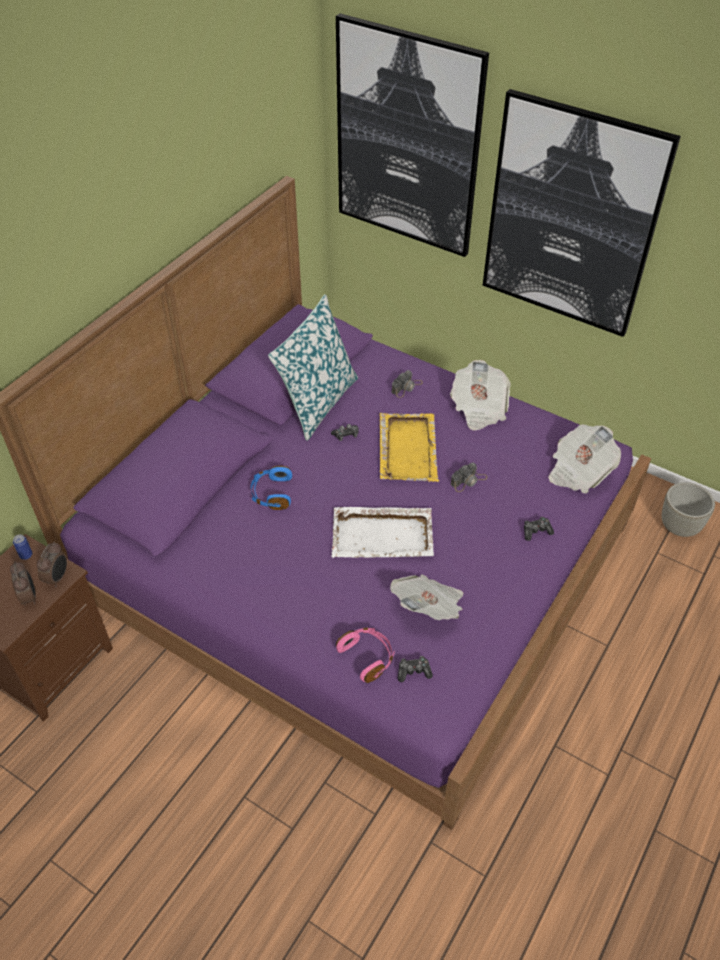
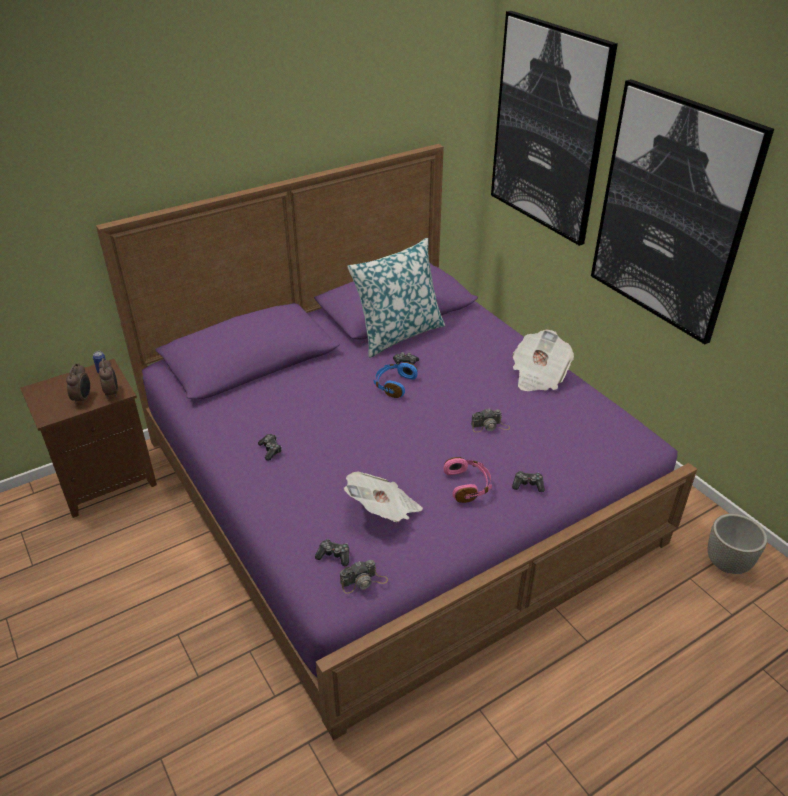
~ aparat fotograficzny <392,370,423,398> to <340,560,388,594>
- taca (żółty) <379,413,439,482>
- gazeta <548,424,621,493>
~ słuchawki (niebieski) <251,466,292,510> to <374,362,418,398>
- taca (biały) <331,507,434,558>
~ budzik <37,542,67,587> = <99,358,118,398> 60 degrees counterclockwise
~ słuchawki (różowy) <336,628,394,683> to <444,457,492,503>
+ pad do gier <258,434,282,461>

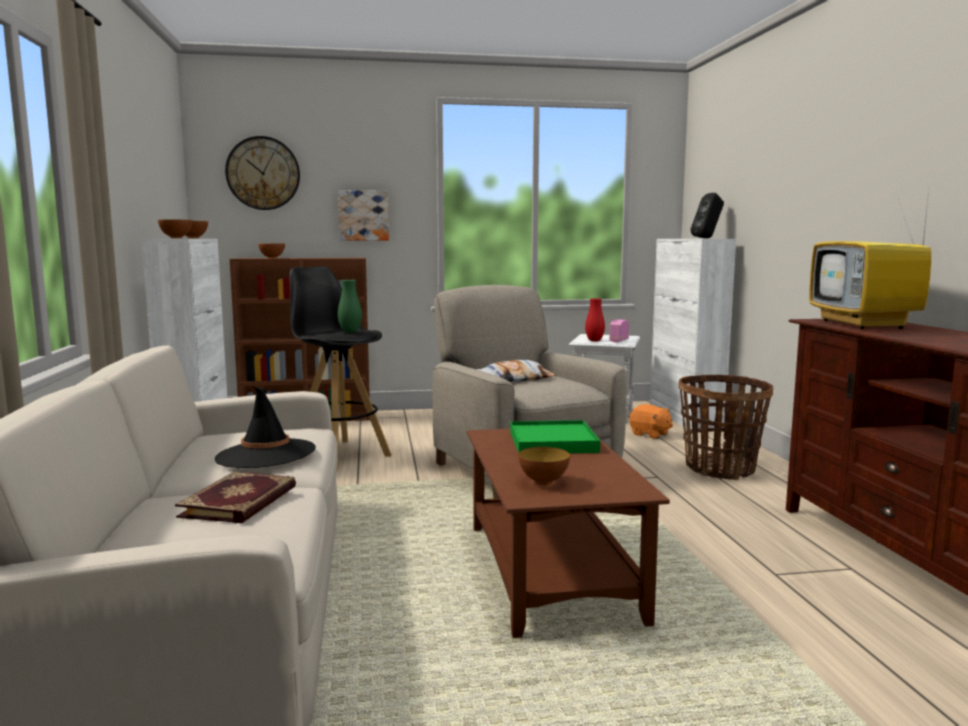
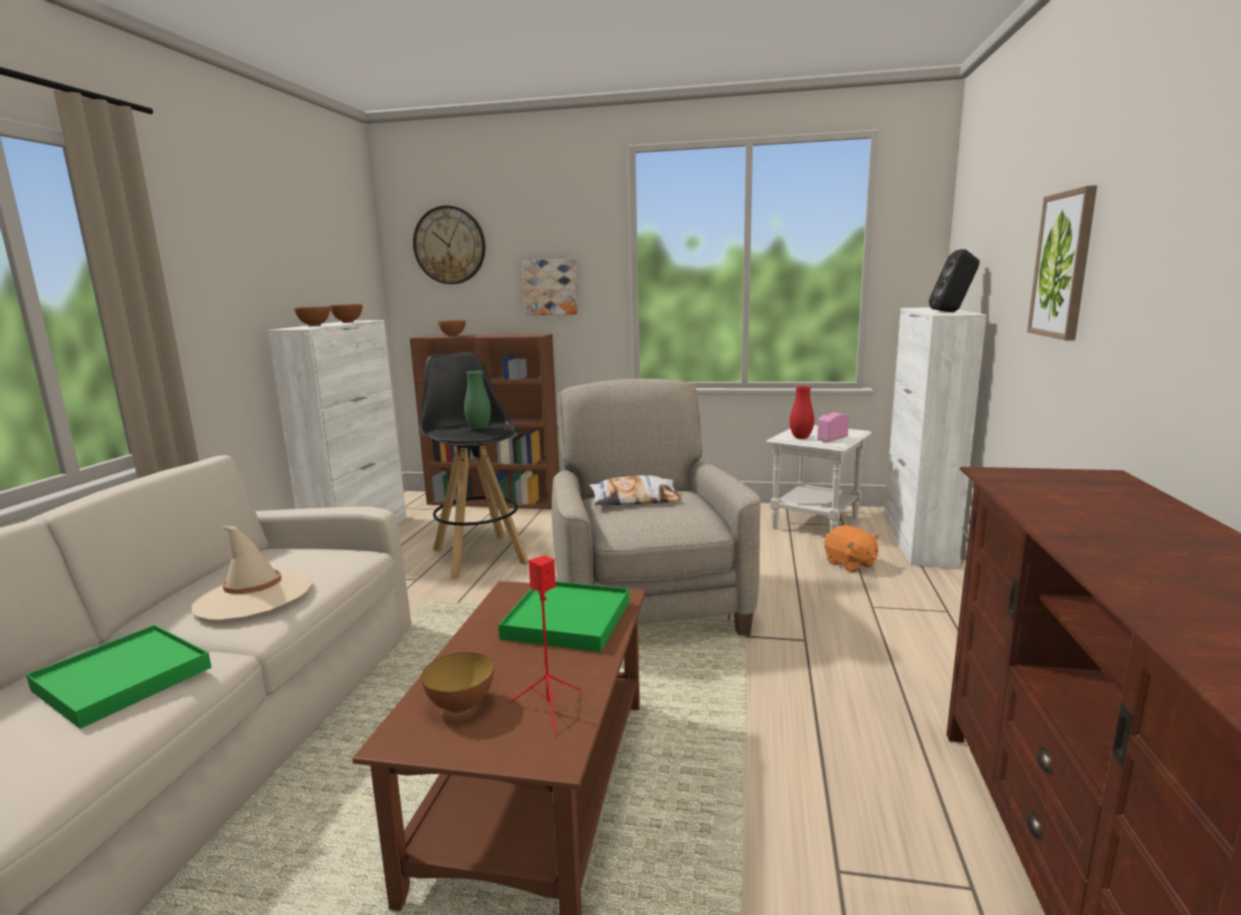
- telewizor <810,181,931,329>
- koszyk <679,375,773,480>
~ kapelusz (czarny) <215,387,316,468> to kapelusz (beżowy) <192,526,313,620>
~ książka <175,471,296,524> to taca (zielony) <26,625,212,729>
+ obraz <1027,185,1097,340>
+ głośnik (czerwony) <509,555,583,737>

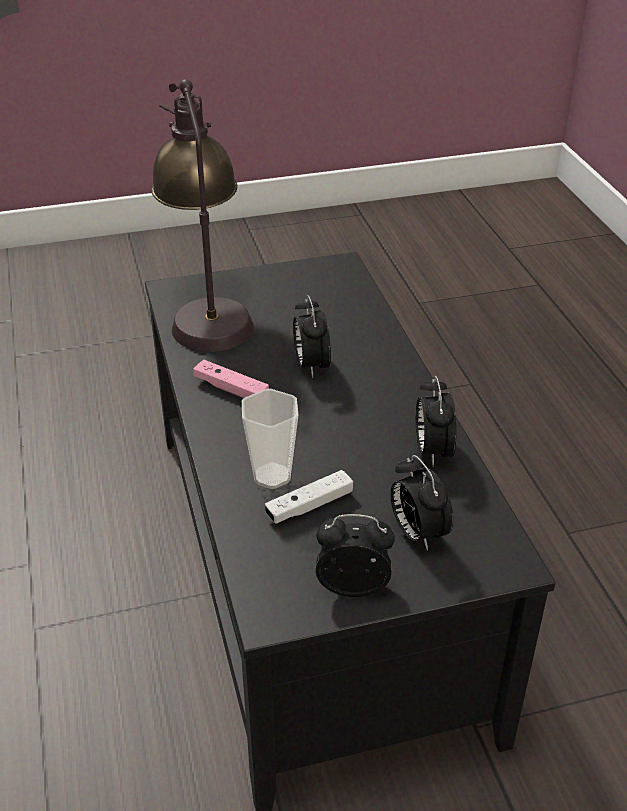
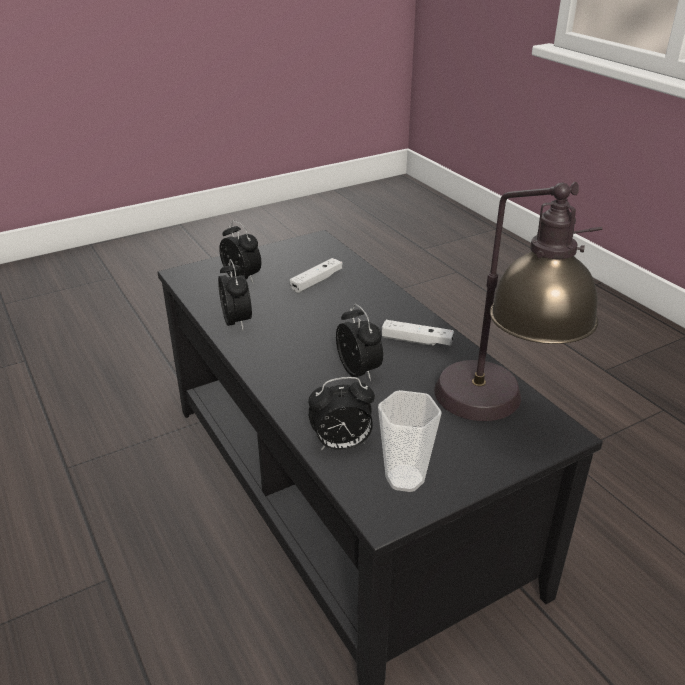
~ pad do gier (różowy) <193,360,269,398> to pad do gier (biały) <382,320,454,346>
~ filiżanka <242,389,299,489> to <378,390,442,492>
~ budzik <316,514,395,597> to <308,377,375,450>

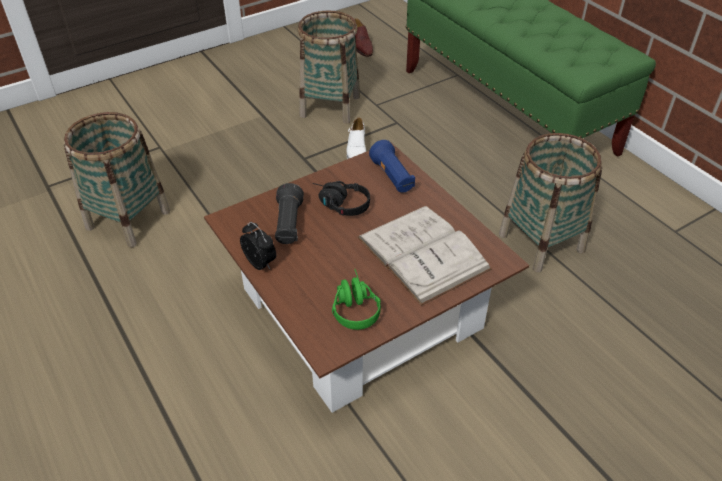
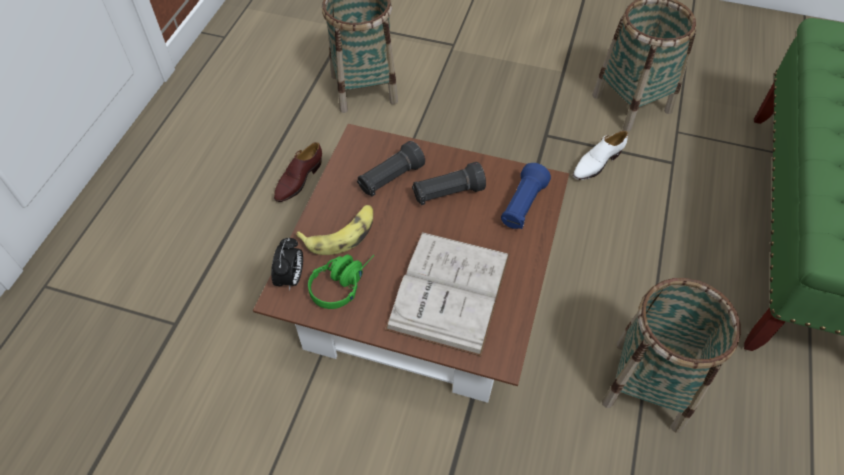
~ but (brązowy) <354,18,373,57> to <274,142,322,202>
~ słuchawki (czarny) <312,181,370,216> to latarka (czarny) <412,162,486,205>
~ budzik <240,222,276,270> to <271,238,303,291>
+ banan <296,205,373,255>

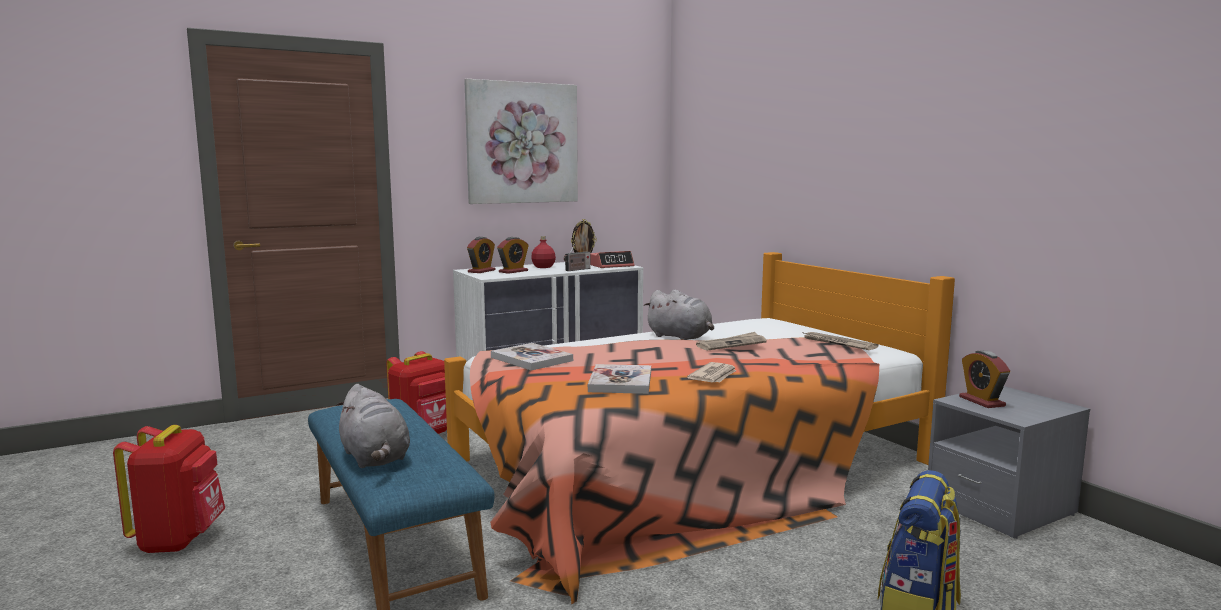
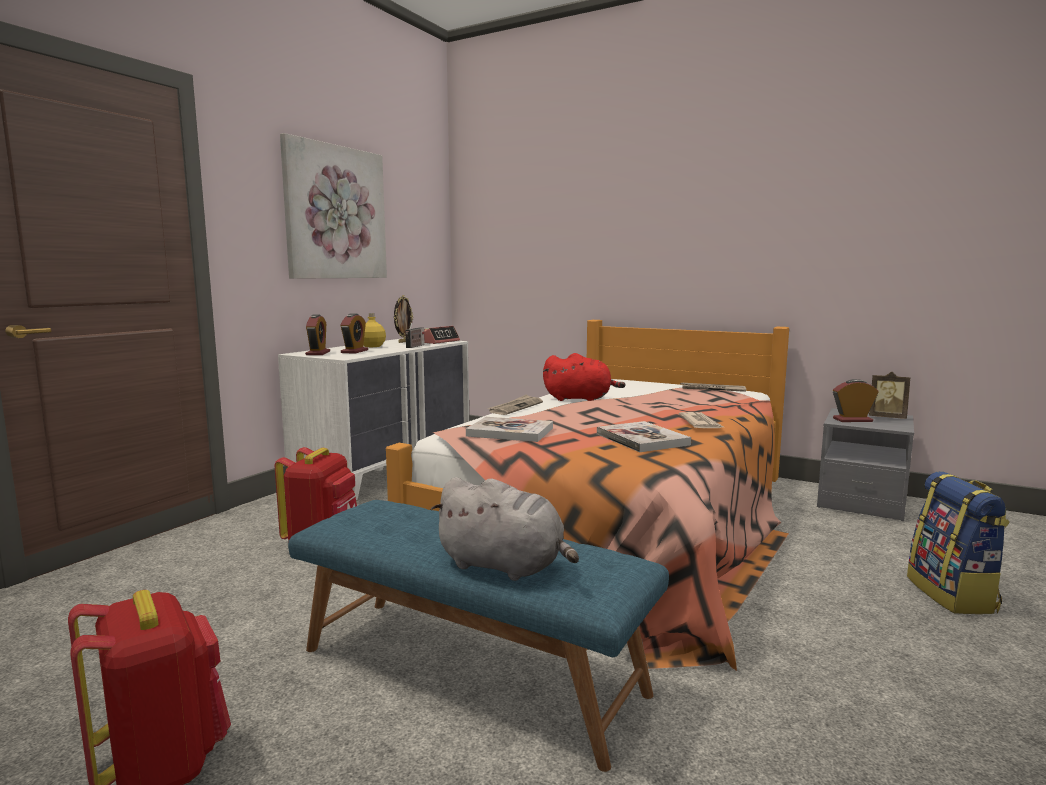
~ butelka (czerwony) <531,236,556,268> to butelka (żółty) <363,313,386,347>
~ pluszak (szary) <644,290,714,340> to pluszak (czerwony) <543,353,625,401>
~ gazeta <696,332,767,351> to <487,394,543,415>
~ budzik <959,350,1010,408> = <833,379,878,422> 135 degrees clockwise
+ ramka na zdjęcie <869,372,911,419>

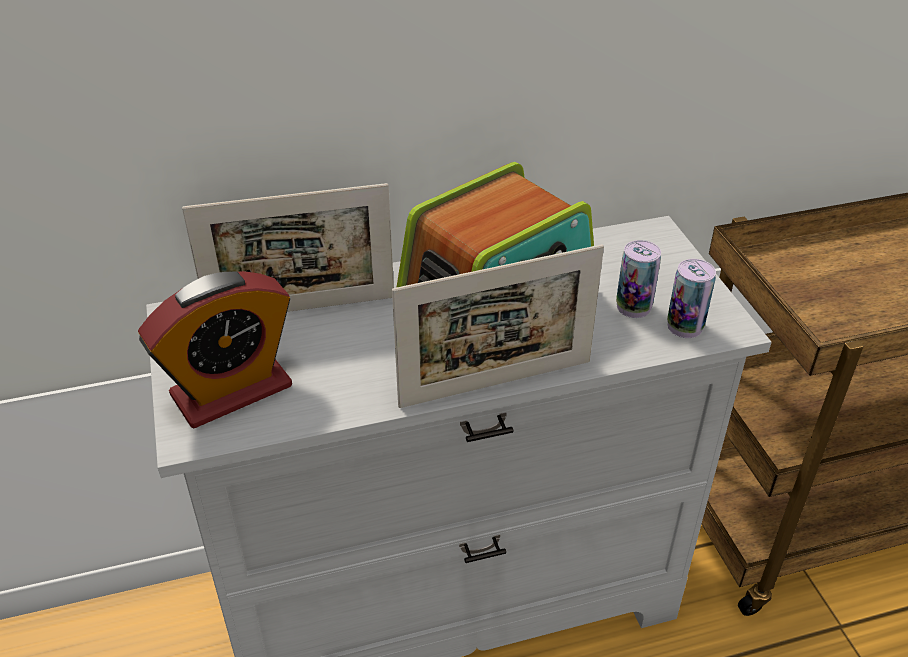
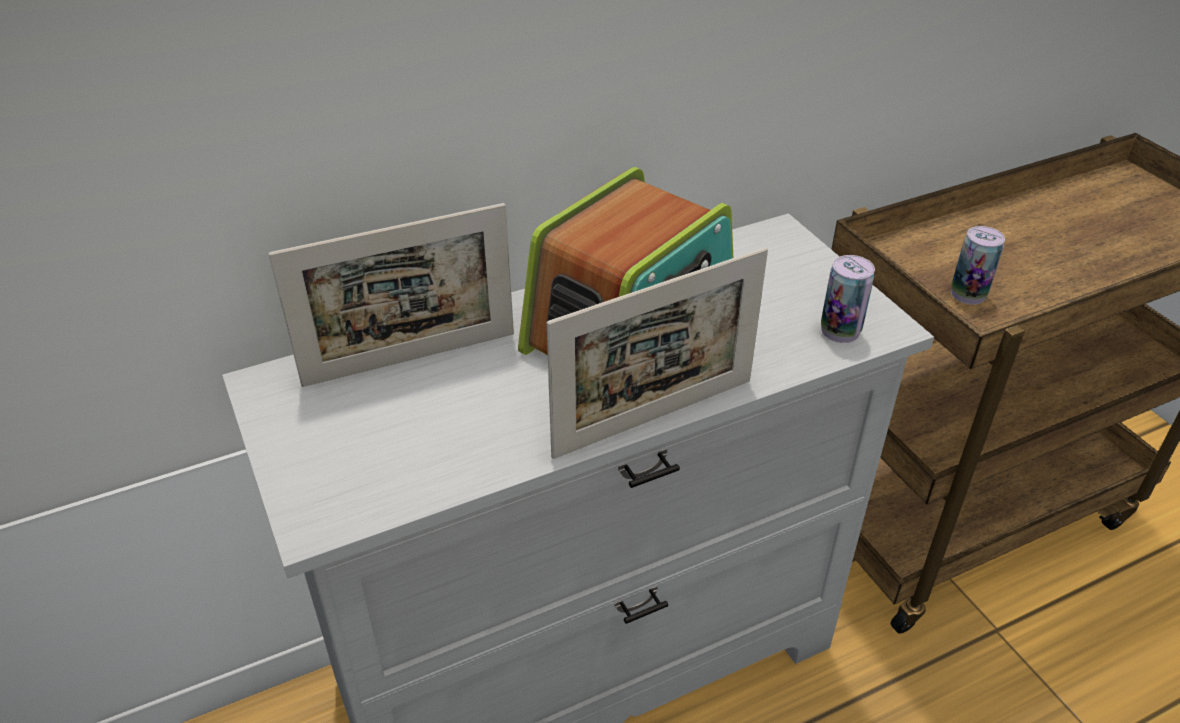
~ puszka <616,240,661,318> to <951,226,1005,305>
- budzik <138,271,292,428>

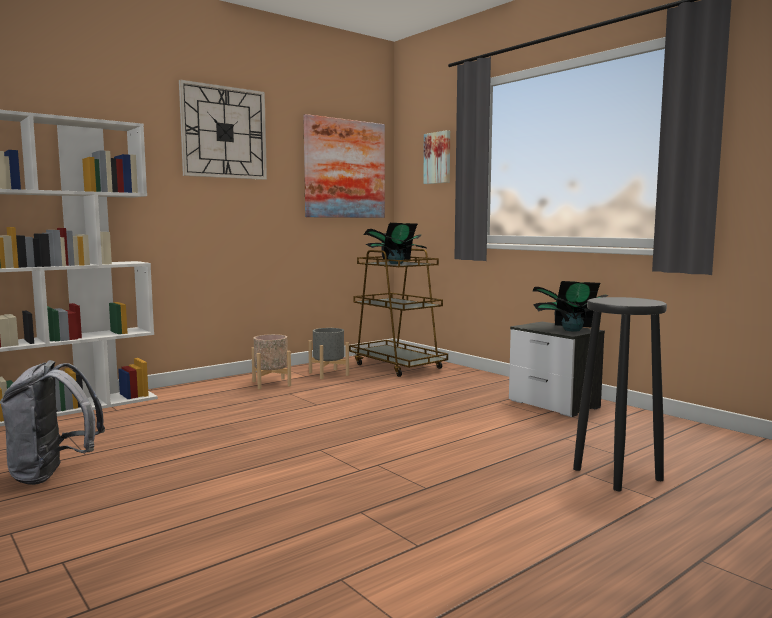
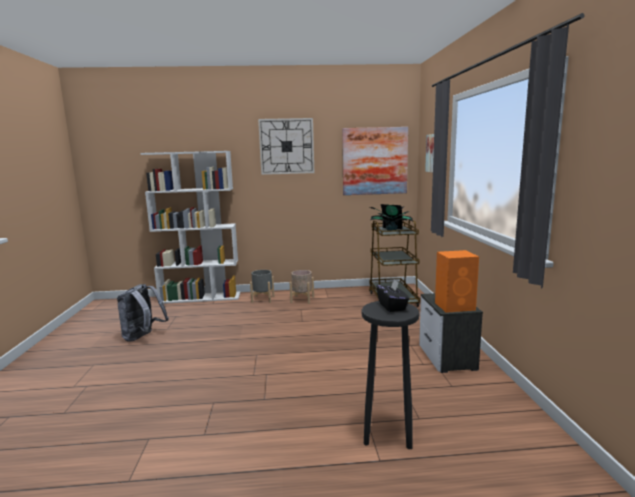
~ roślina doniczkowa <532,281,608,331> to głośnik (pomarańczowy) <435,250,479,313>
~ donica (szary) <308,328,349,379> to <250,270,274,303>
+ pudełko chusteczek (czarny) <377,280,409,312>

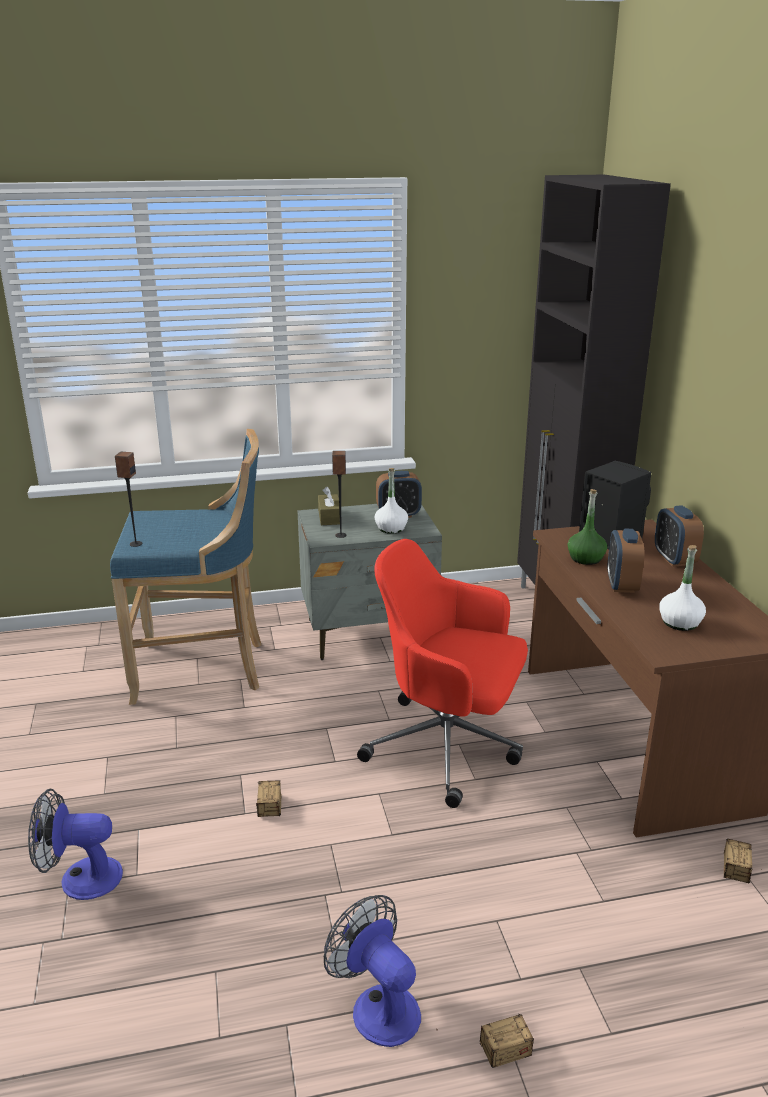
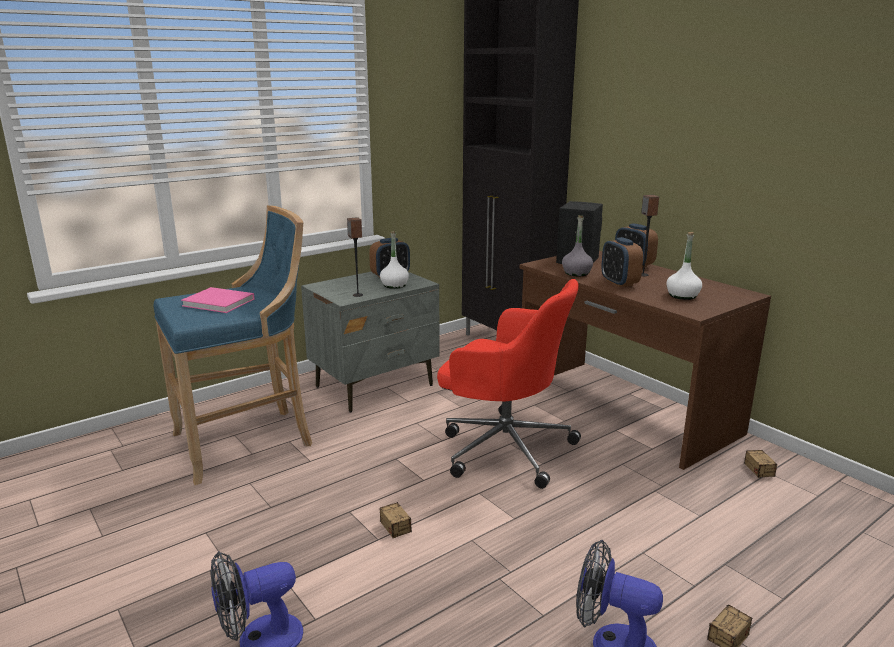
~ głośnik <115,452,142,547> to <641,195,659,276>
- pudełko chusteczek (brązowy) <318,487,342,525>
~ butelka (zielony) <567,489,607,565> to butelka (szary) <562,215,593,276>
~ krzesło biurowe (czerwony) <357,539,528,808> = <437,279,581,489> 150 degrees counterclockwise
+ książka (różowy) <181,287,255,313>

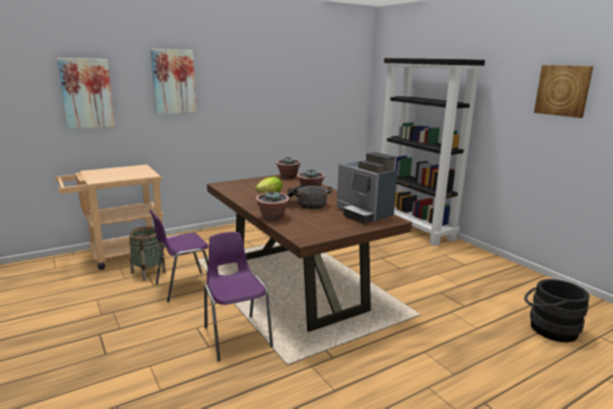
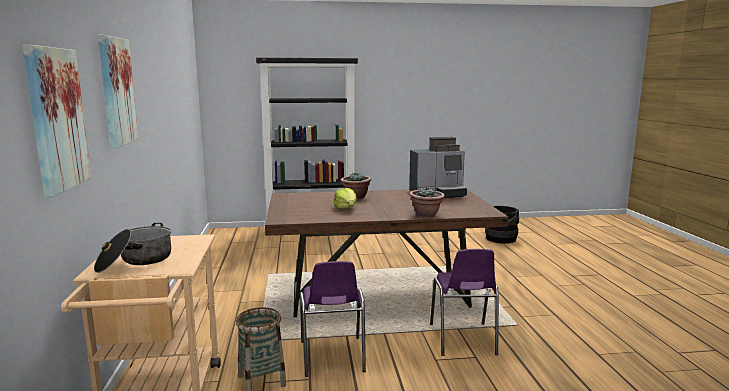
- obraz <534,65,593,118>
- roślina doniczkowa <276,157,301,179>
~ garnek <286,184,332,210> to <94,223,171,273>
~ krzesło (fioletowy) <204,232,273,362> = <430,249,499,356> 90 degrees counterclockwise

